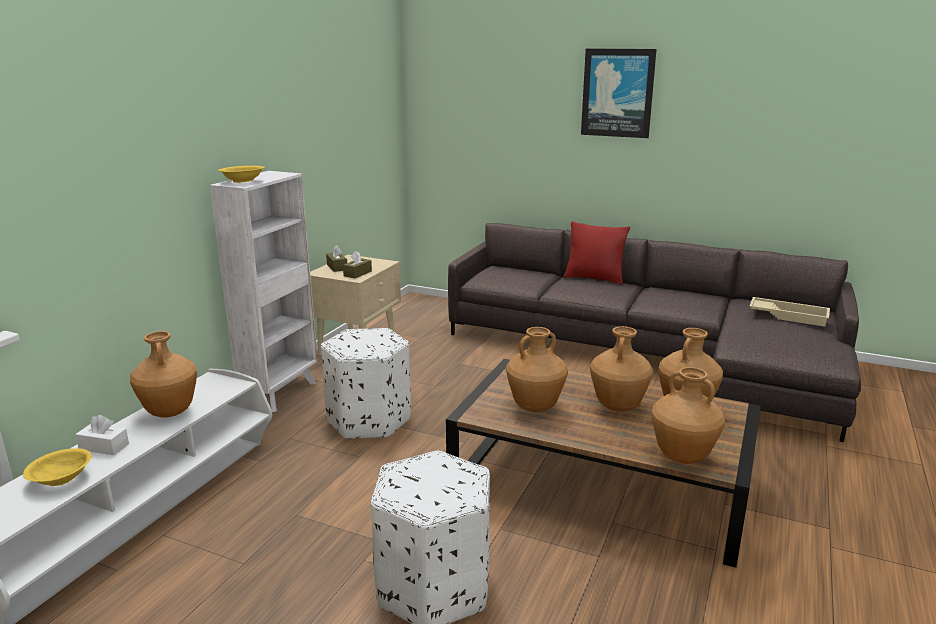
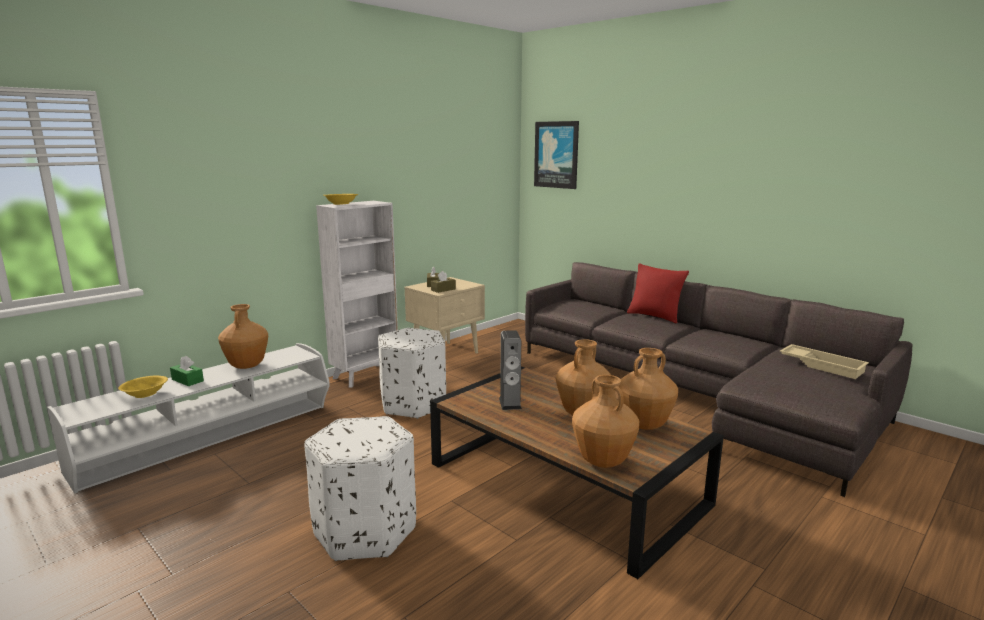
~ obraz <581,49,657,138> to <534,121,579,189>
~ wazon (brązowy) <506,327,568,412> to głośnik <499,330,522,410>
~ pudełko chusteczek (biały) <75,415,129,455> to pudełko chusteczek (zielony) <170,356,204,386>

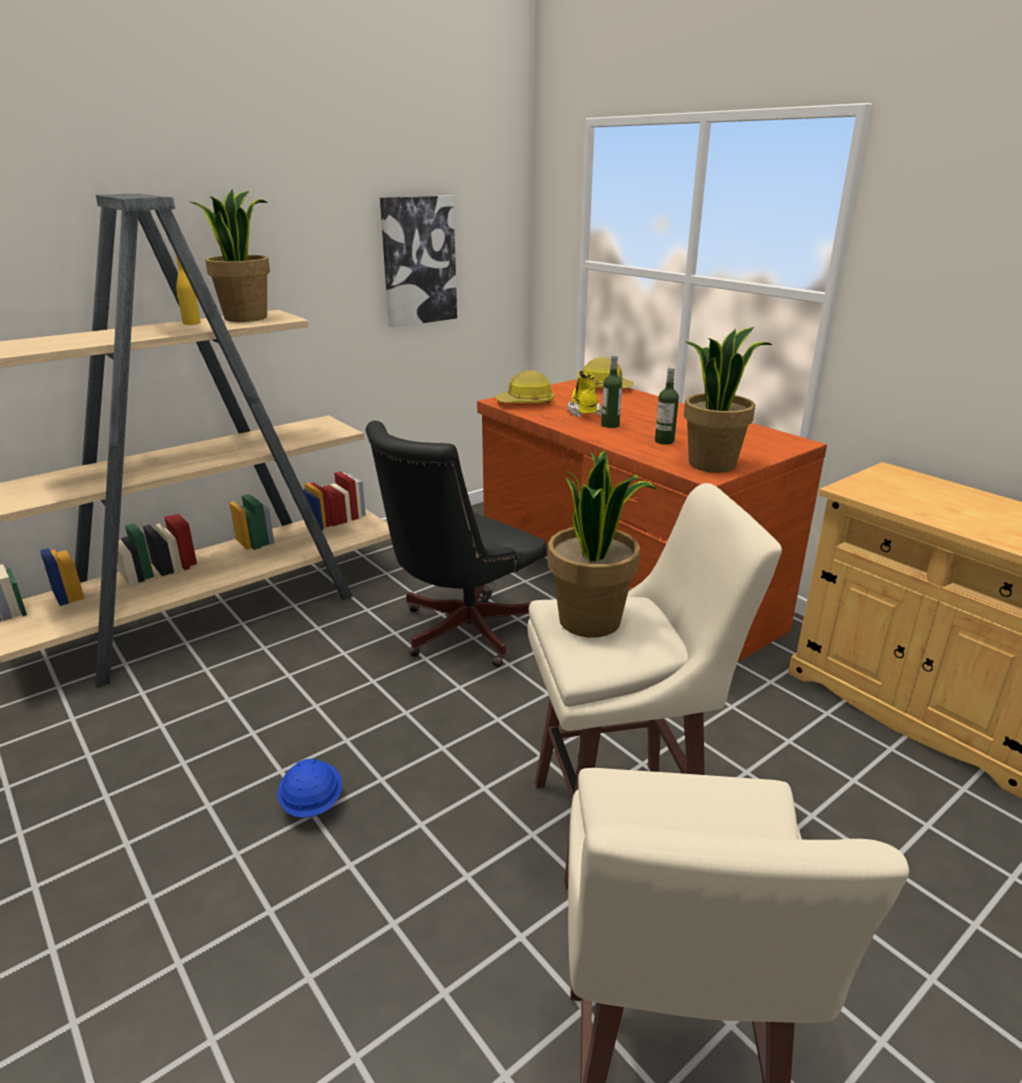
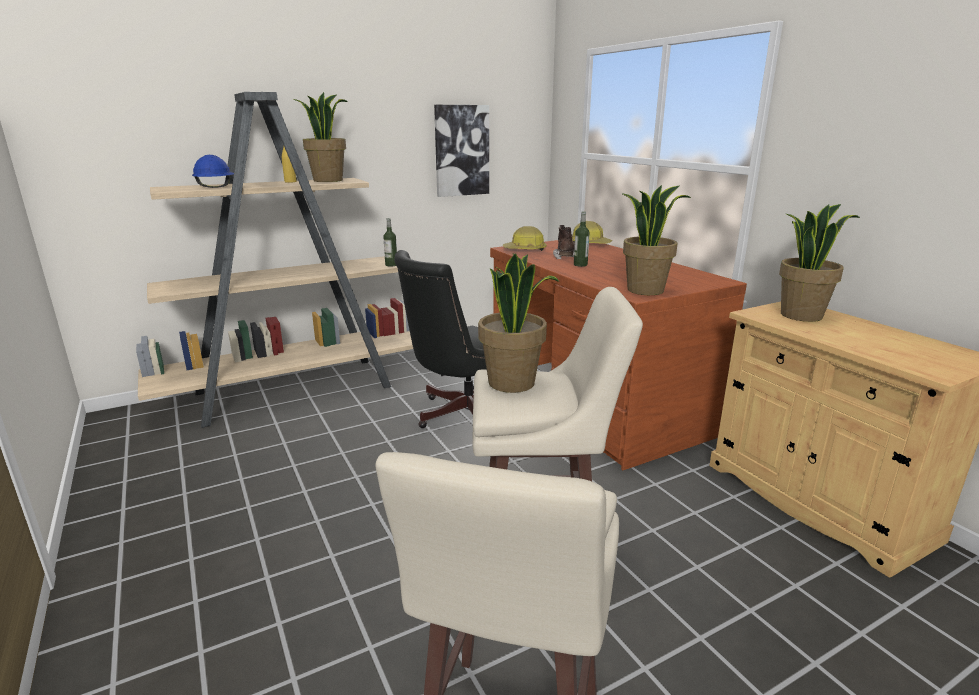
~ butelka <655,367,679,444> to <383,218,397,267>
~ but z cholewką (żółty) <568,370,602,417> to but z cholewką (brązowy) <553,225,575,259>
~ kask (niebieski) <277,759,342,818> to <192,155,234,188>
+ roślina doniczkowa <779,204,860,322>

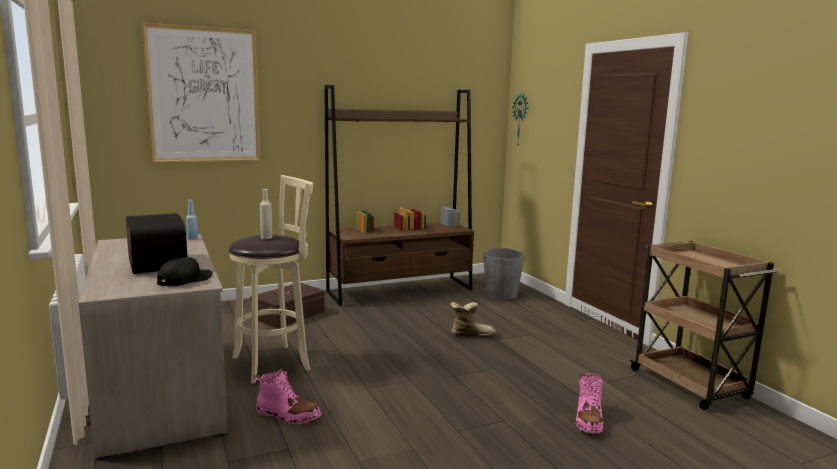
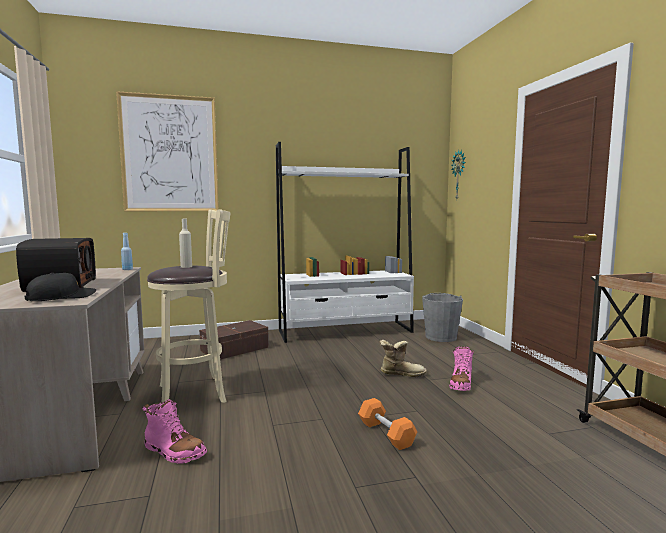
~ regał (brązowy) <324,85,474,306> to regał (biały) <276,142,414,343>
~ but z cholewką (różowy) <575,371,604,433> to <449,346,474,391>
+ hantel (pomarańczowy) <358,398,417,450>

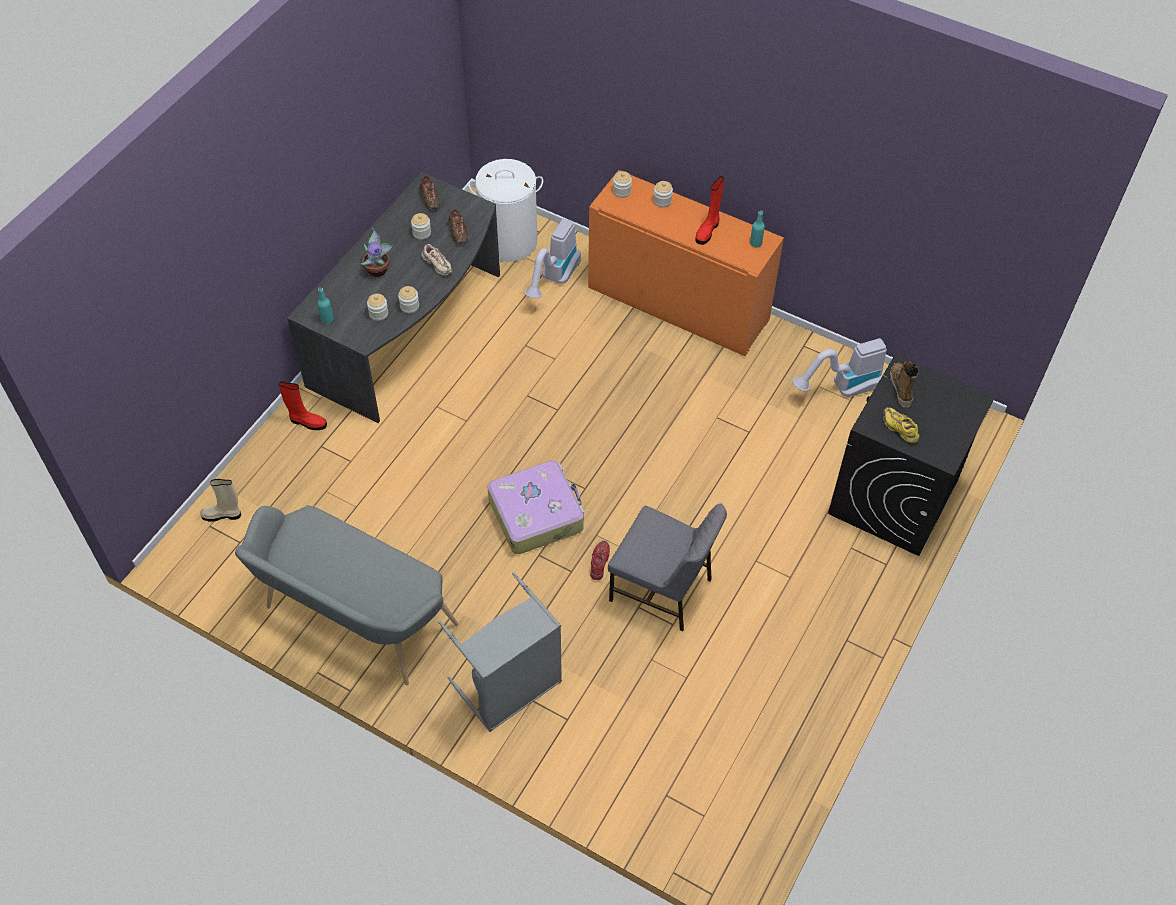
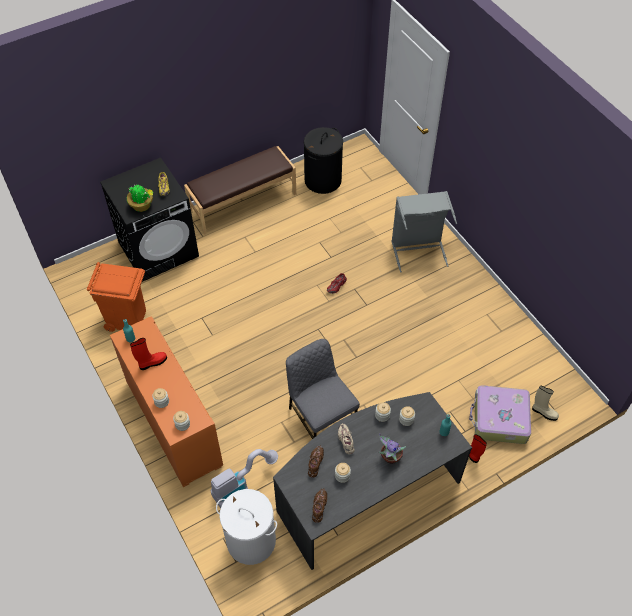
~ odkurzacz <793,338,887,397> to kosz na śmieci (pomarańczowy) <87,262,146,332>
~ but z cholewką <890,361,918,408> to roślina doniczkowa <127,184,153,212>
~ walizka <487,460,584,554> to <469,385,531,444>
~ krzesło (szary) <608,503,727,632> to <286,339,360,439>
- ławka (szary) <235,505,458,685>
+ kosz na pranie (czarny) <304,127,343,194>
+ ławka (brązowy) <184,146,296,235>

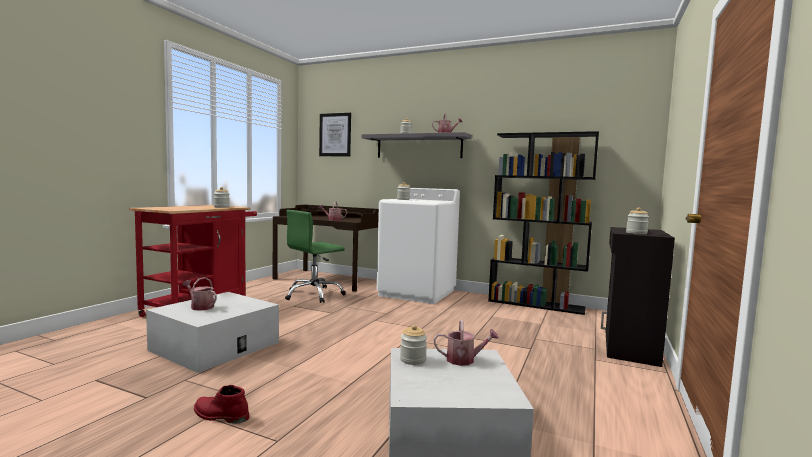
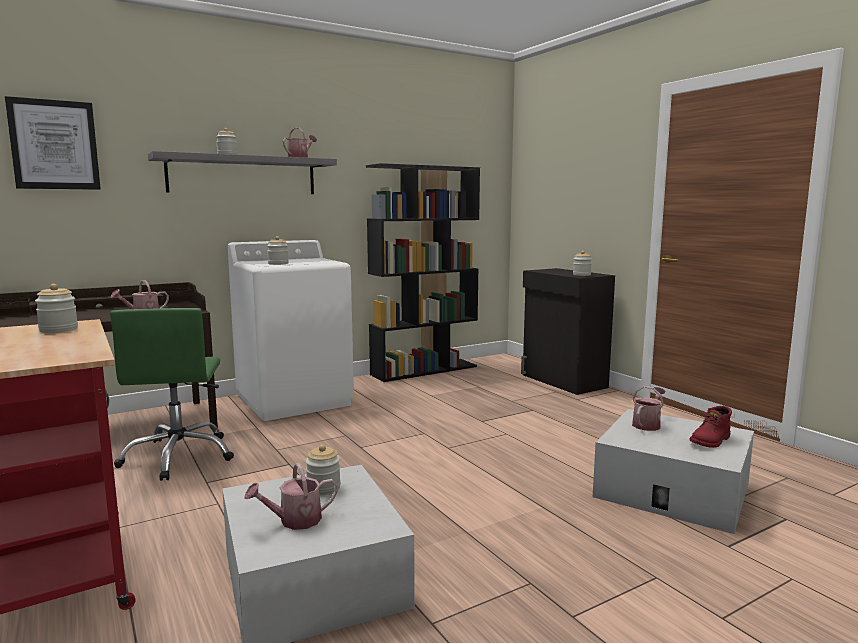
~ słoik <400,325,427,365> to <306,445,341,495>
~ but z cholewką (czerwony) <194,385,249,424> to <689,406,732,448>

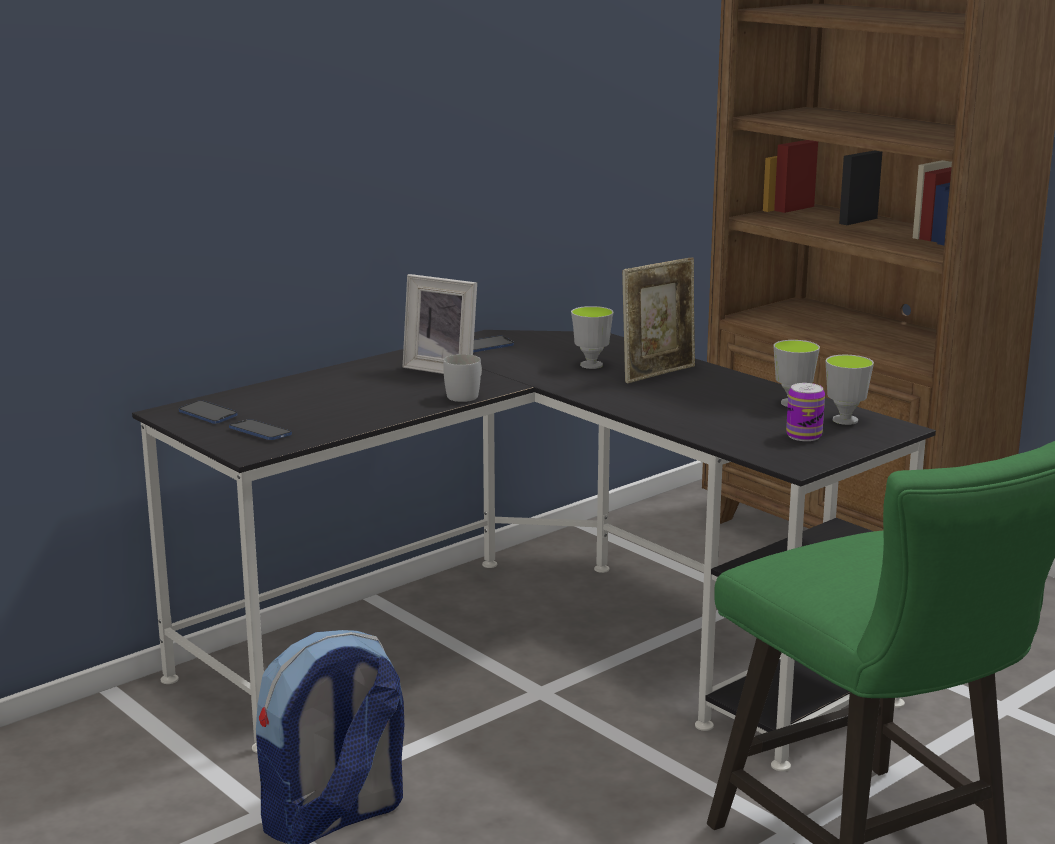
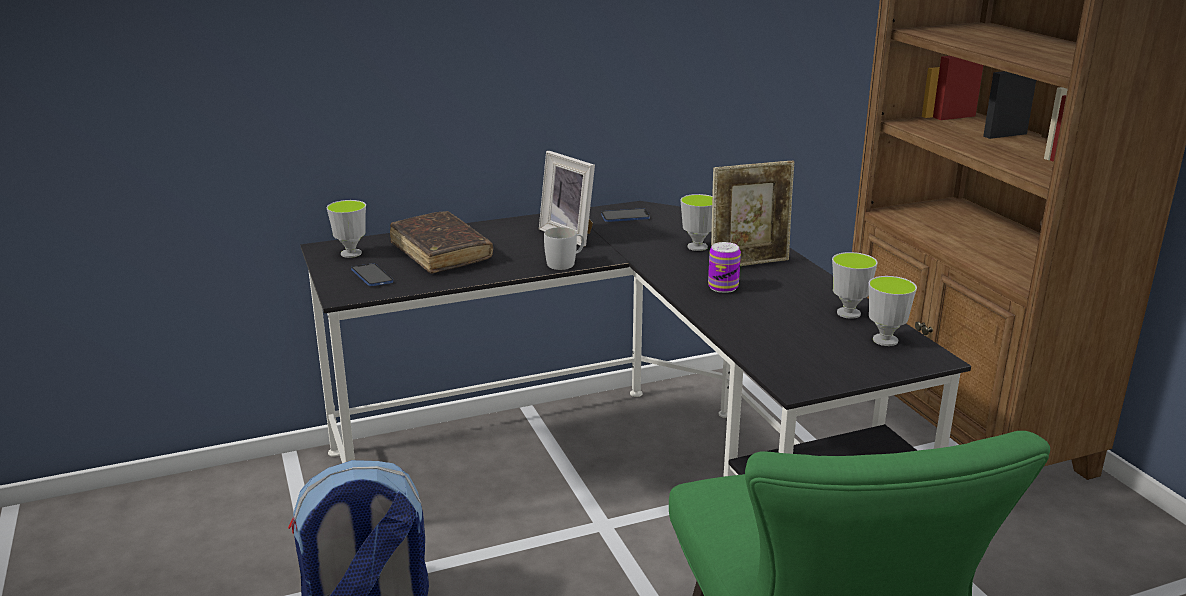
~ puszka <786,383,825,441> to <708,242,741,293>
~ telefon <179,400,238,424> to filiżanka <327,200,366,258>
+ książka (brązowy) <390,211,493,274>

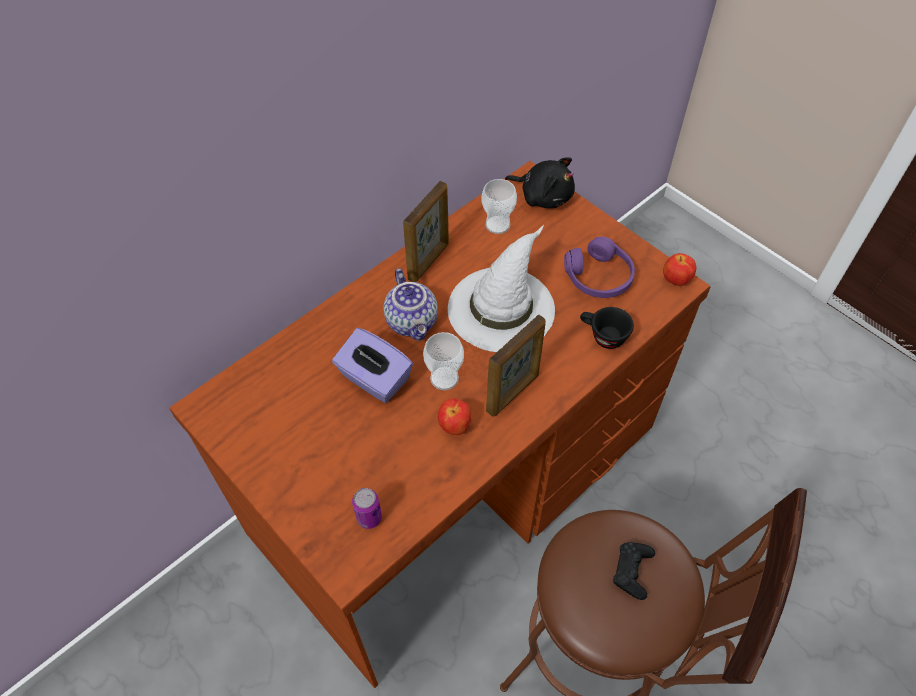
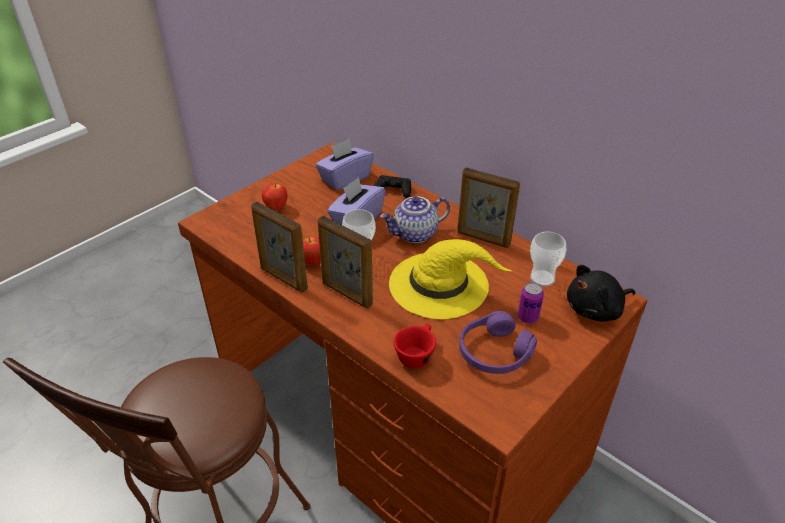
~ pluszak (czarny) <505,157,575,208> = <567,265,636,322> 45 degrees clockwise
~ kapelusz (biały) <448,225,555,352> to kapelusz (żółty) <389,239,512,319>
~ jabłko <663,253,696,286> to <262,183,288,210>
~ filiżanka (czarny) <580,307,634,349> to filiżanka (czerwony) <394,324,436,369>
~ puszka <352,488,382,529> to <518,282,544,324>
~ pad do gier (czarny) <613,542,655,600> to <374,175,411,198>
+ pudełko chusteczek (fioletowy) <315,139,374,191>
+ ramka na zdjęcie <251,202,308,293>

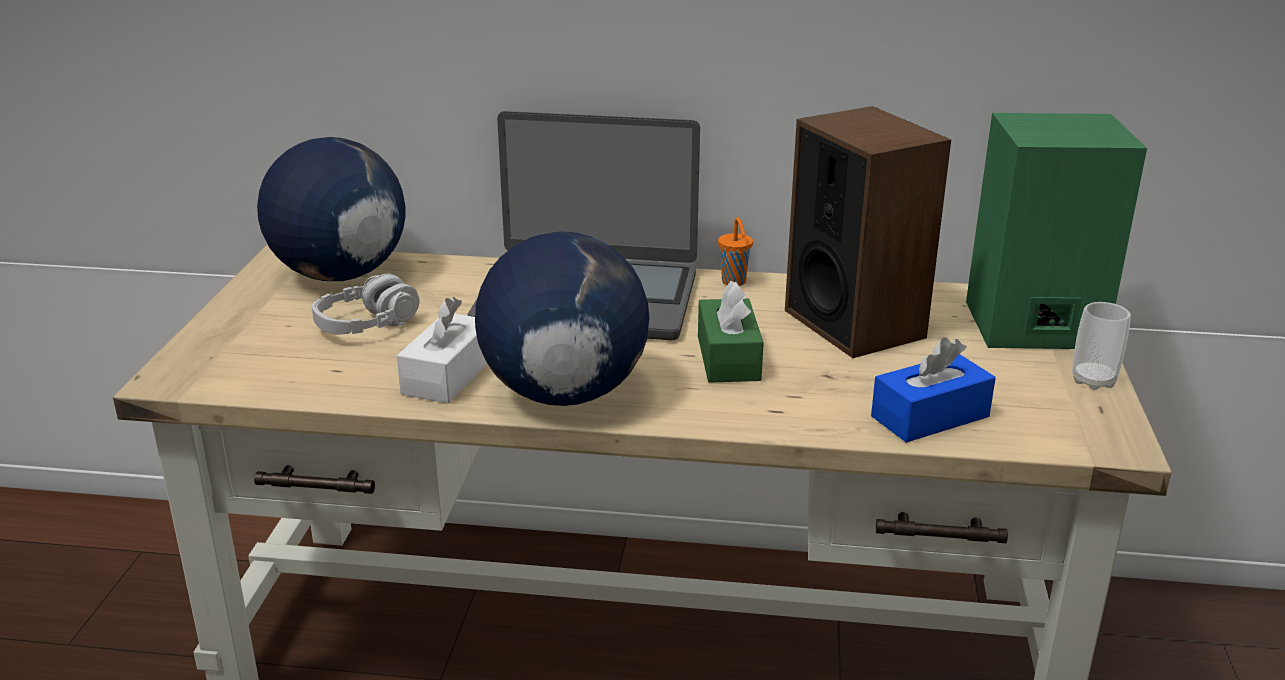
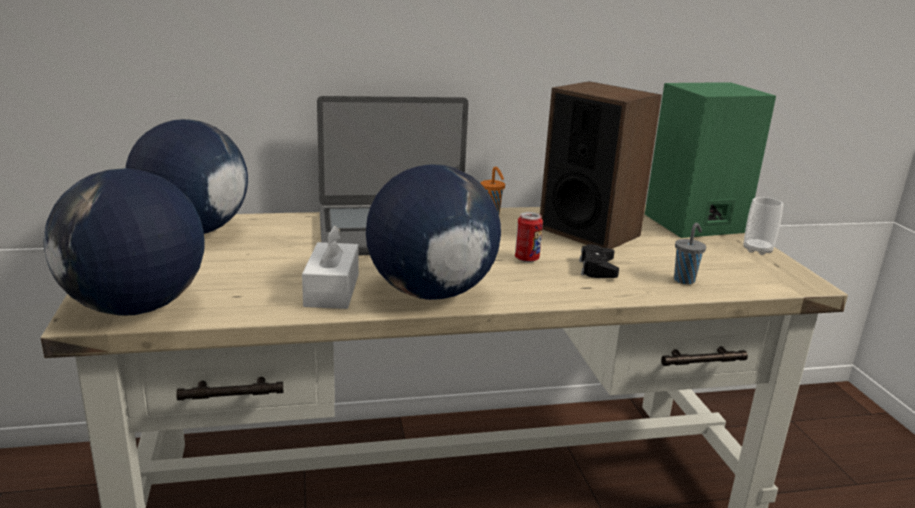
- słuchawki (szary) <312,273,420,335>
~ pudełko chusteczek (zielony) <698,281,764,383> to puszka <515,212,543,262>
~ pudełko chusteczek (niebieski) <871,337,996,443> to filiżanka (szary) <674,223,706,284>
+ globus <43,168,205,316>
+ pad do gier (czarny) <579,244,619,278>

